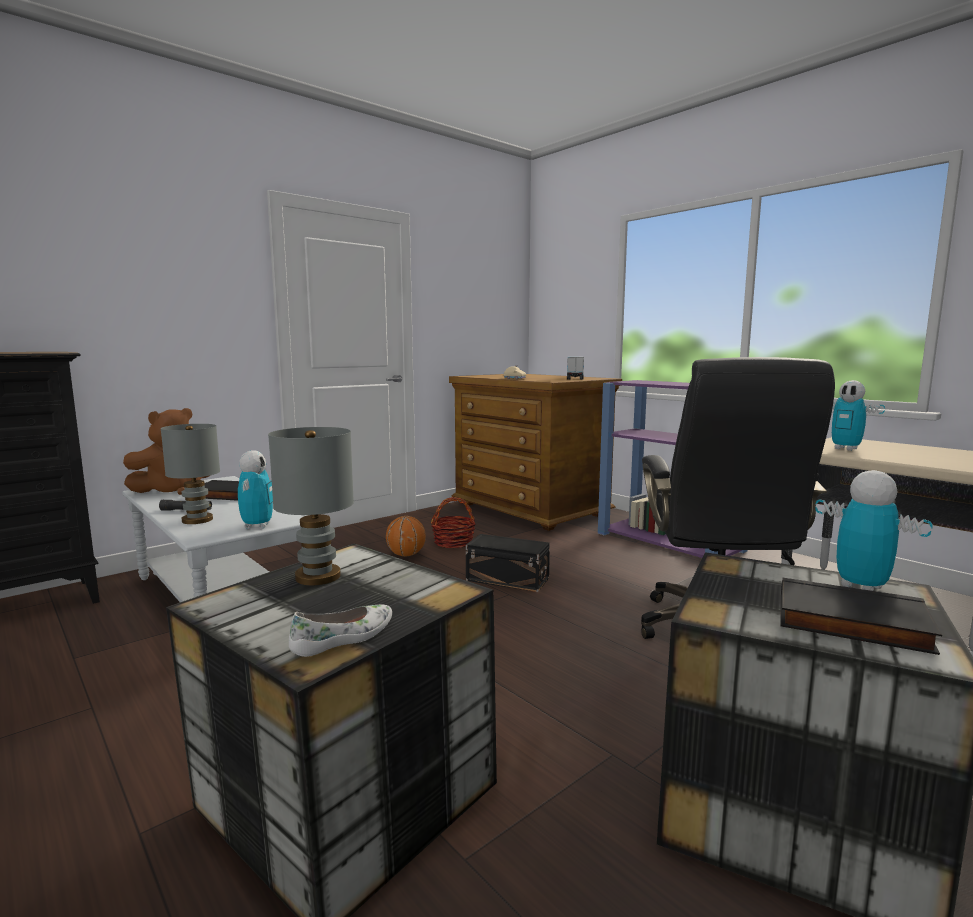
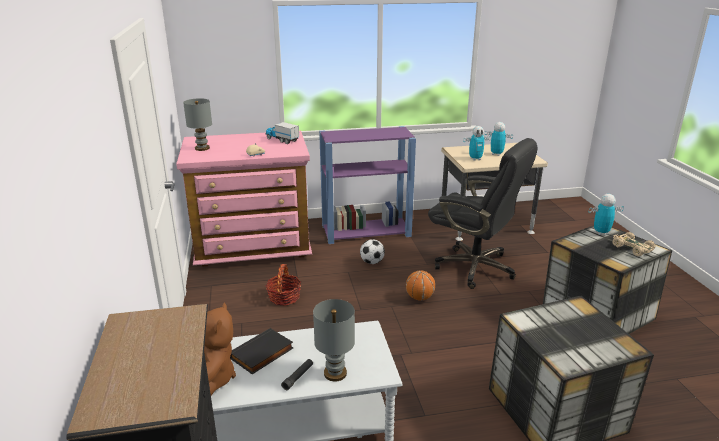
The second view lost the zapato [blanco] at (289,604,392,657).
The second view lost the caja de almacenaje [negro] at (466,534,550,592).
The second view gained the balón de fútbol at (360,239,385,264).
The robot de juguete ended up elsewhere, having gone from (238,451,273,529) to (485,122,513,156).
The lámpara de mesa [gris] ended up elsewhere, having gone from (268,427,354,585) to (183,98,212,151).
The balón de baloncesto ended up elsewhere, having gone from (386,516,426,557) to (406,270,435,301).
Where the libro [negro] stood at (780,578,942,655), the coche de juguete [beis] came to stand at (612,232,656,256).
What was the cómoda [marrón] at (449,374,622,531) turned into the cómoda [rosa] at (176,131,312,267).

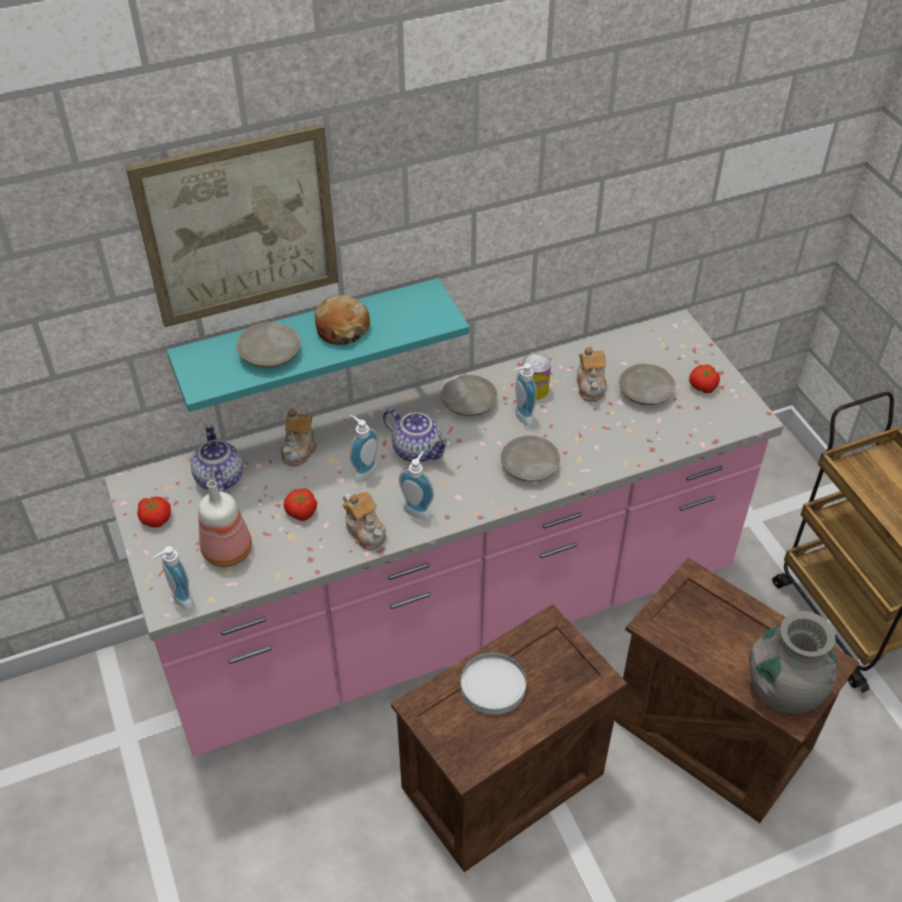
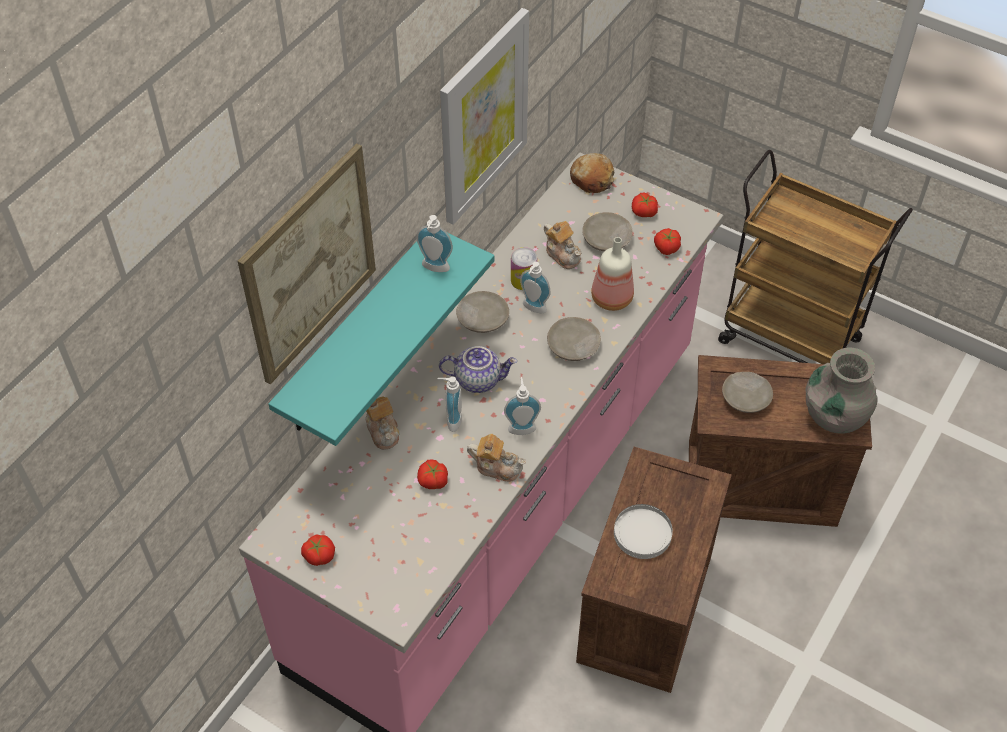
The second view lost the tetera at (191,424,243,492).
The second view gained the cuadro at (440,8,529,225).
The second view gained the tomate at (654,228,681,255).
The dispensador de jabón ended up elsewhere, having gone from (153,546,193,609) to (416,215,453,272).
The botella ended up elsewhere, having gone from (198,480,252,567) to (591,237,634,311).
The plato [beis] ended up elsewhere, having gone from (236,322,301,368) to (722,372,773,413).
The pan ended up elsewhere, having gone from (315,295,370,345) to (570,153,614,193).

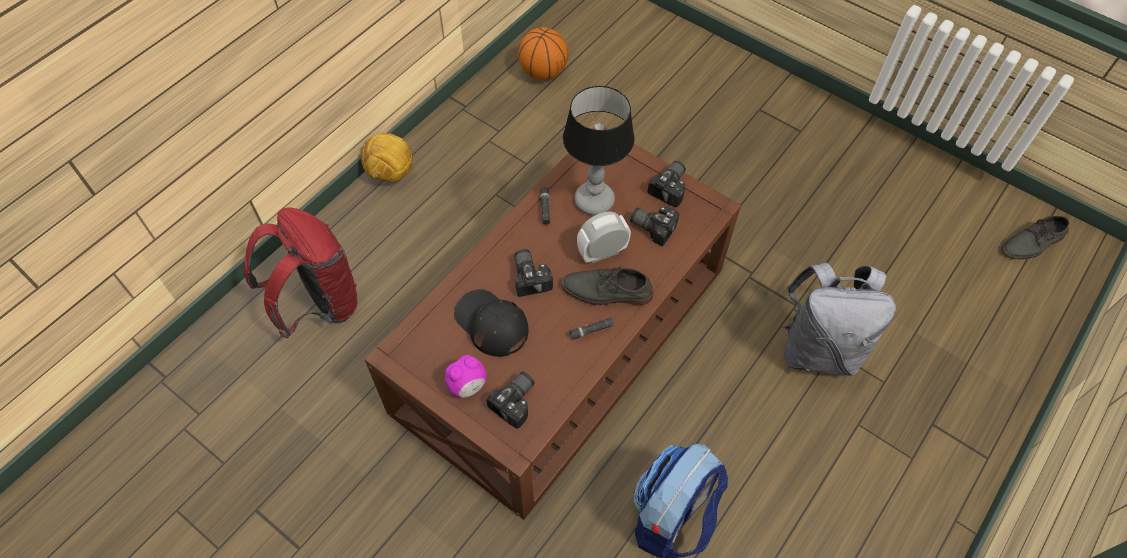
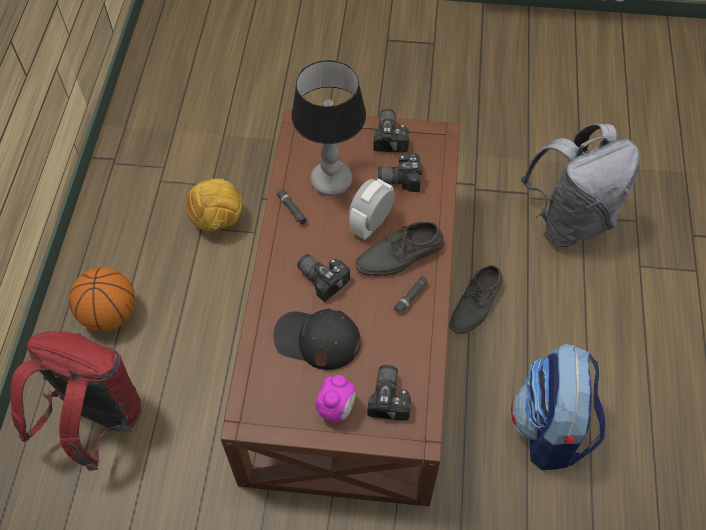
The balón de fútbol ended up elsewhere, having gone from (361,133,413,182) to (186,178,242,232).
The balón de baloncesto ended up elsewhere, having gone from (518,27,568,80) to (69,268,135,331).
The zapato [gris] ended up elsewhere, having gone from (1001,216,1070,260) to (449,265,503,334).

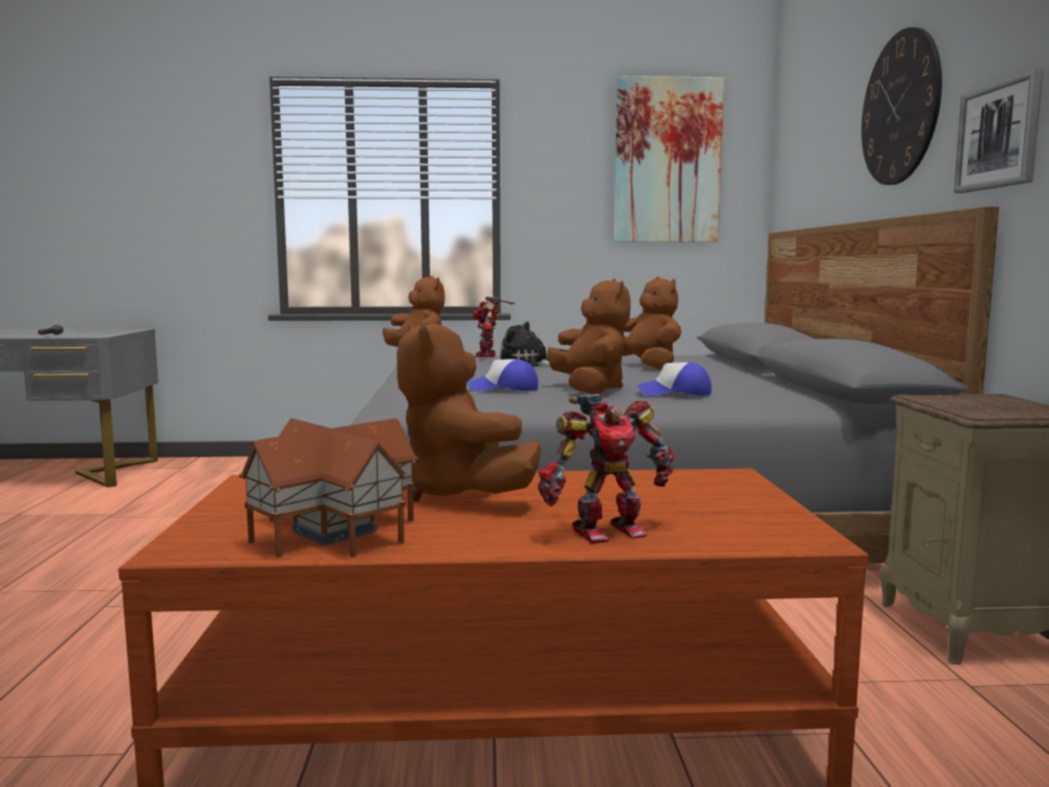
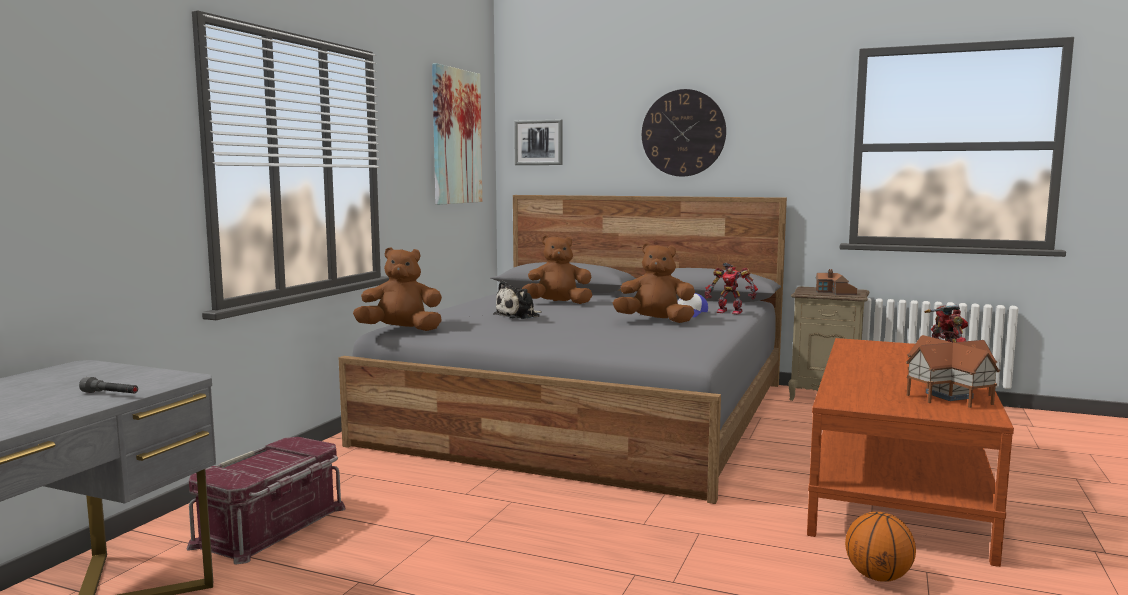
The second view lost the peluche [marrón] at (397,323,541,502).
The second view lost the gorra at (468,359,538,391).
The second view gained the caja de almacenaje [rojo] at (186,437,345,564).
The second view gained the casita at (816,269,857,295).
The second view gained the balón de baloncesto at (845,512,916,582).
The robot de juguete ended up elsewhere, having gone from (473,296,515,357) to (705,263,758,314).
The cuadro ended up elsewhere, having gone from (954,68,1043,193) to (514,119,562,165).

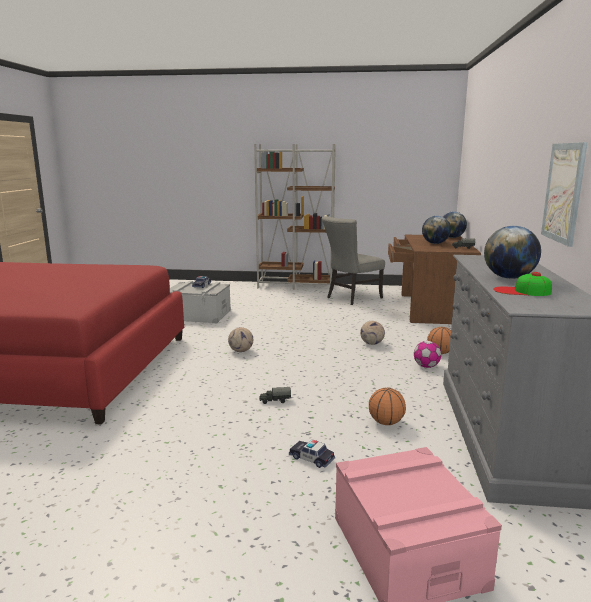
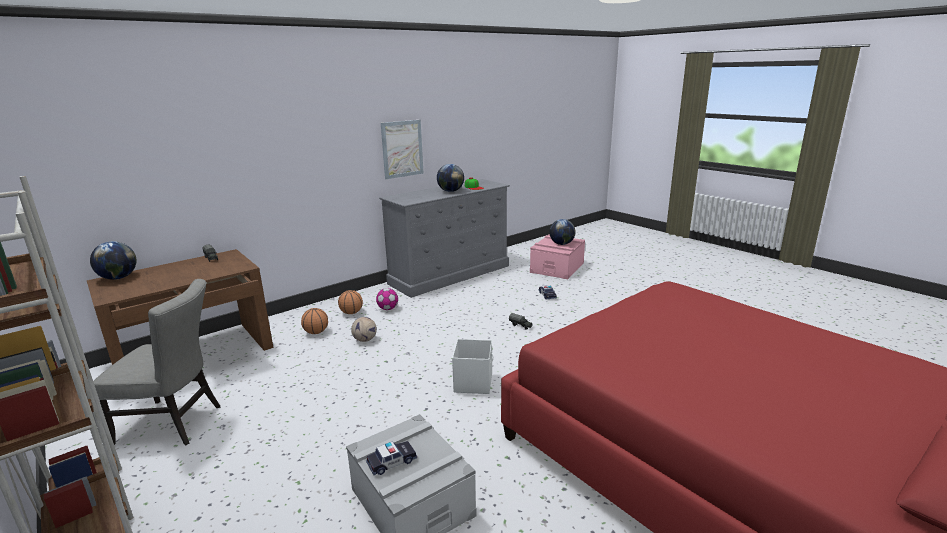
The balón de baloncesto ended up elsewhere, having gone from (369,388,406,425) to (301,308,328,334).
The globo terráqueo ended up elsewhere, having gone from (422,216,451,244) to (549,219,576,245).
Where the balón de fútbol stood at (228,327,253,352), the caja de almacenaje [blanco] came to stand at (452,339,493,394).

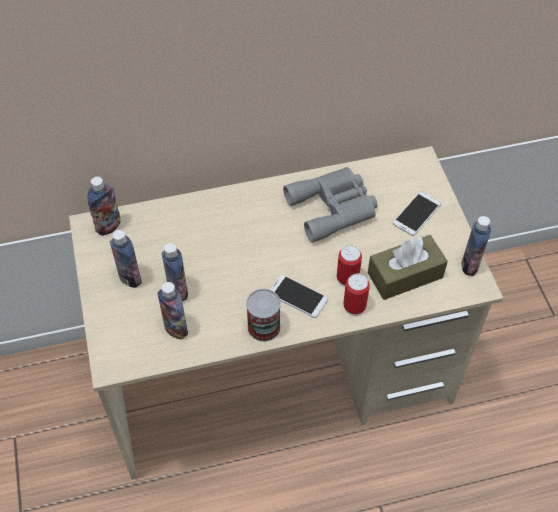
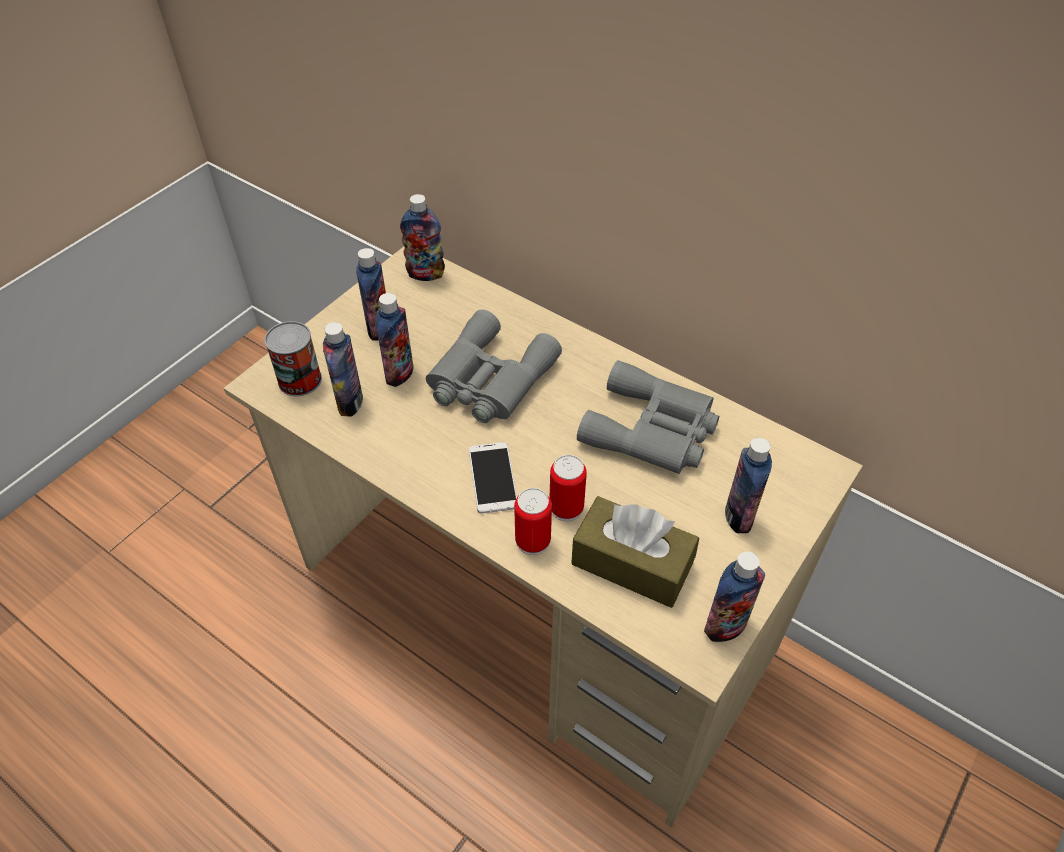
The second view gained the prismáticos [gris] at (426,309,562,423).
The lata ended up elsewhere, having gone from (246,289,281,342) to (265,321,322,396).
Where the móvil stood at (393,191,441,236), the botella came to stand at (725,438,772,534).

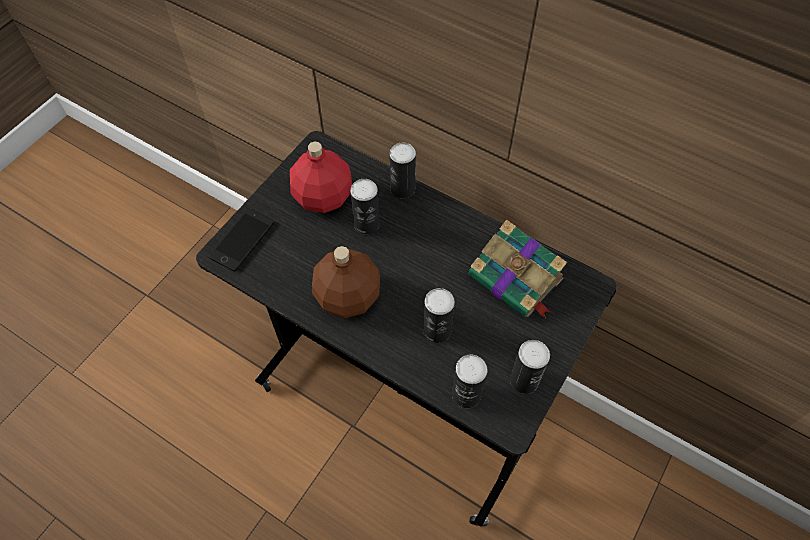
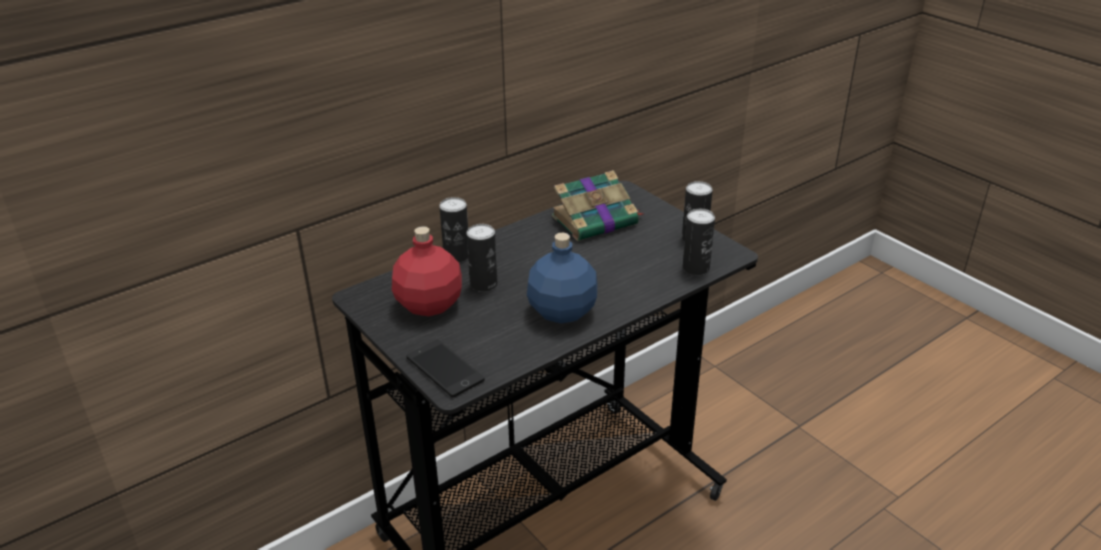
The second view lost the lata at (423,288,455,343).
What was the botella [marrón] at (312,246,380,318) turned into the botella [azul] at (527,232,597,323).

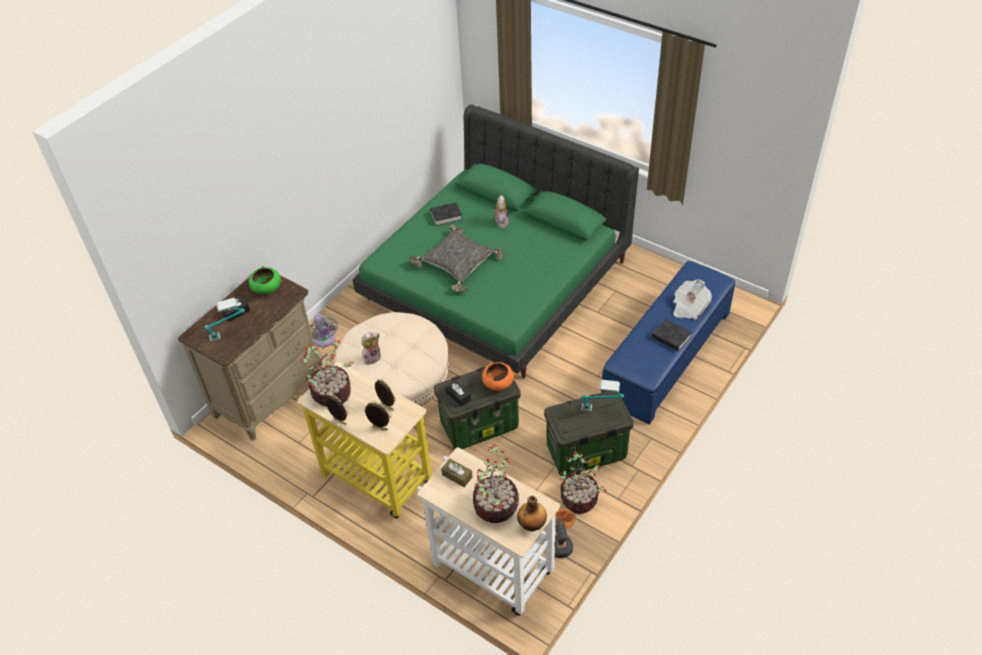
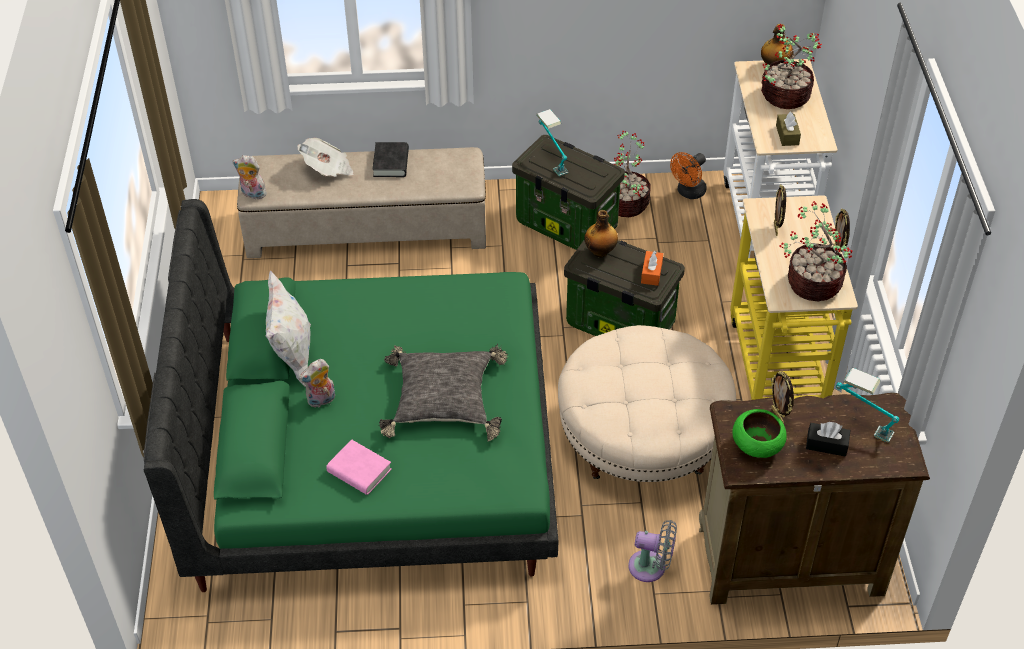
The second view gained the cojín [blanco] at (266,270,311,387).
The peluche ended up elsewhere, having gone from (361,332,381,364) to (232,155,270,199).
The portarretratos ended up elsewhere, having gone from (364,401,391,431) to (771,371,794,424).
Where the cuenco [naranja] stood at (482,362,514,391), the botella came to stand at (584,210,618,258).
What was the libro [negro] at (430,202,462,226) turned into the libro [rosa] at (326,439,392,495).
What was the caja de pañuelos [negro] at (446,380,471,407) turned into the caja de pañuelos [naranja] at (641,251,663,286).
What was the banco [azul] at (601,261,735,424) turned into the banco [beis] at (237,147,486,258).
The ventilador [gris] at (310,314,338,347) ended up facing another way, 75 degrees clockwise from before.

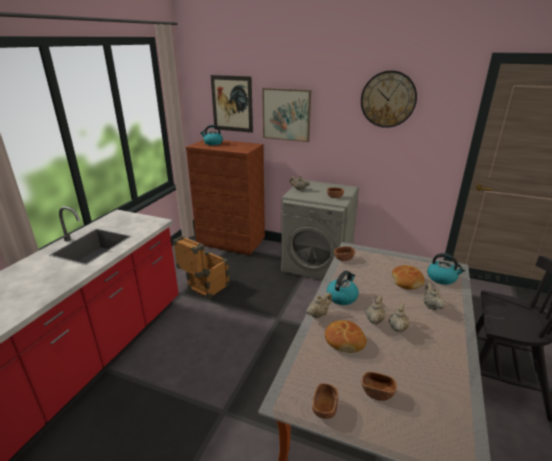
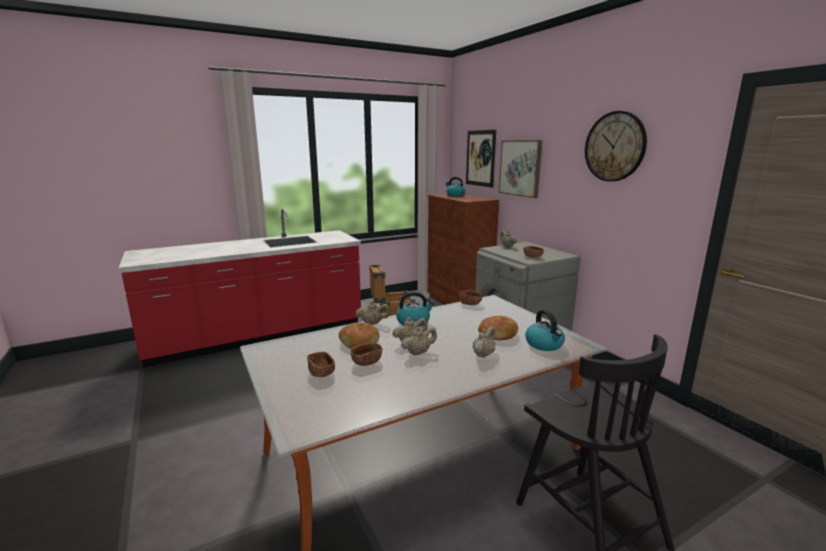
The cuenco [marrón] ended up elsewhere, having gone from (312,383,338,419) to (350,343,382,366).

